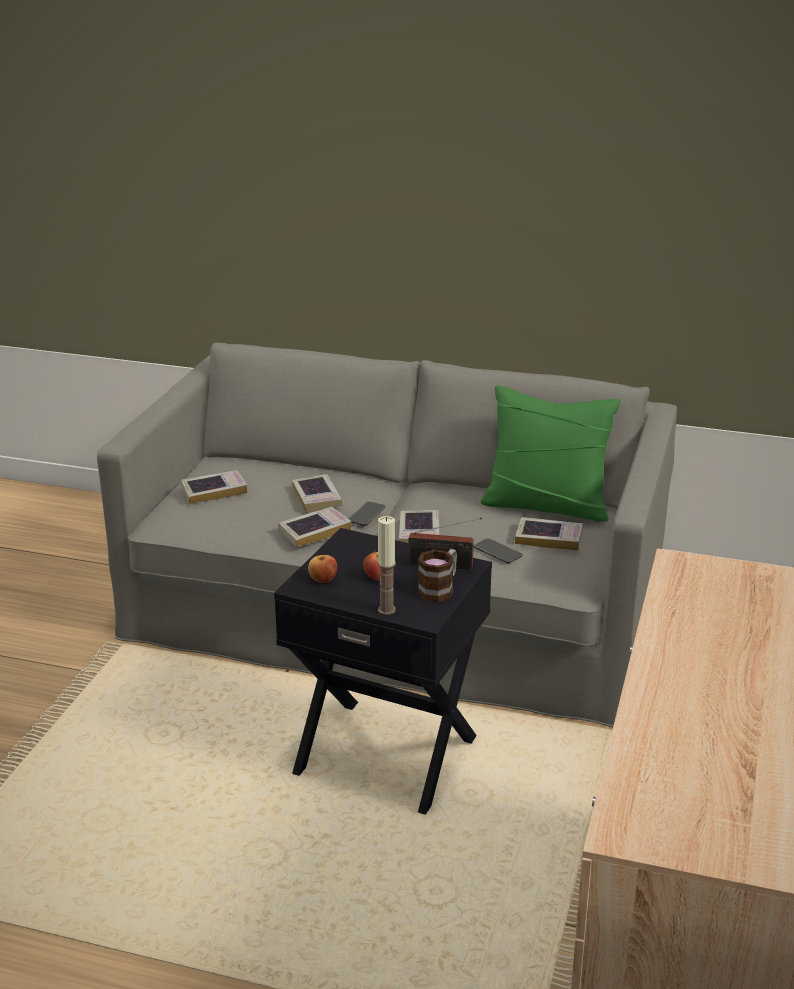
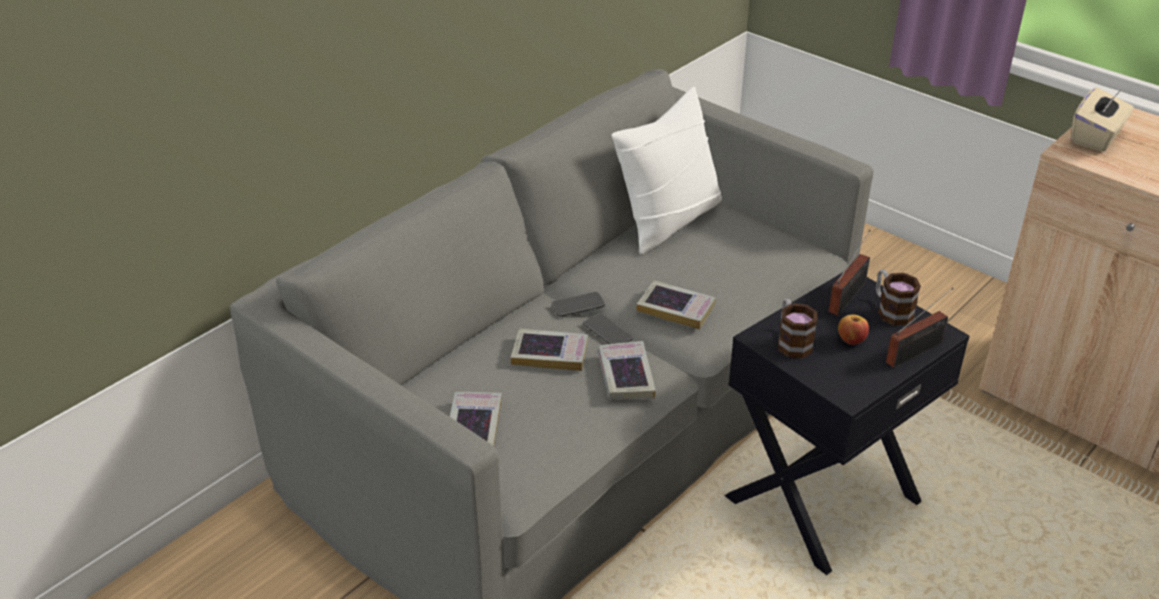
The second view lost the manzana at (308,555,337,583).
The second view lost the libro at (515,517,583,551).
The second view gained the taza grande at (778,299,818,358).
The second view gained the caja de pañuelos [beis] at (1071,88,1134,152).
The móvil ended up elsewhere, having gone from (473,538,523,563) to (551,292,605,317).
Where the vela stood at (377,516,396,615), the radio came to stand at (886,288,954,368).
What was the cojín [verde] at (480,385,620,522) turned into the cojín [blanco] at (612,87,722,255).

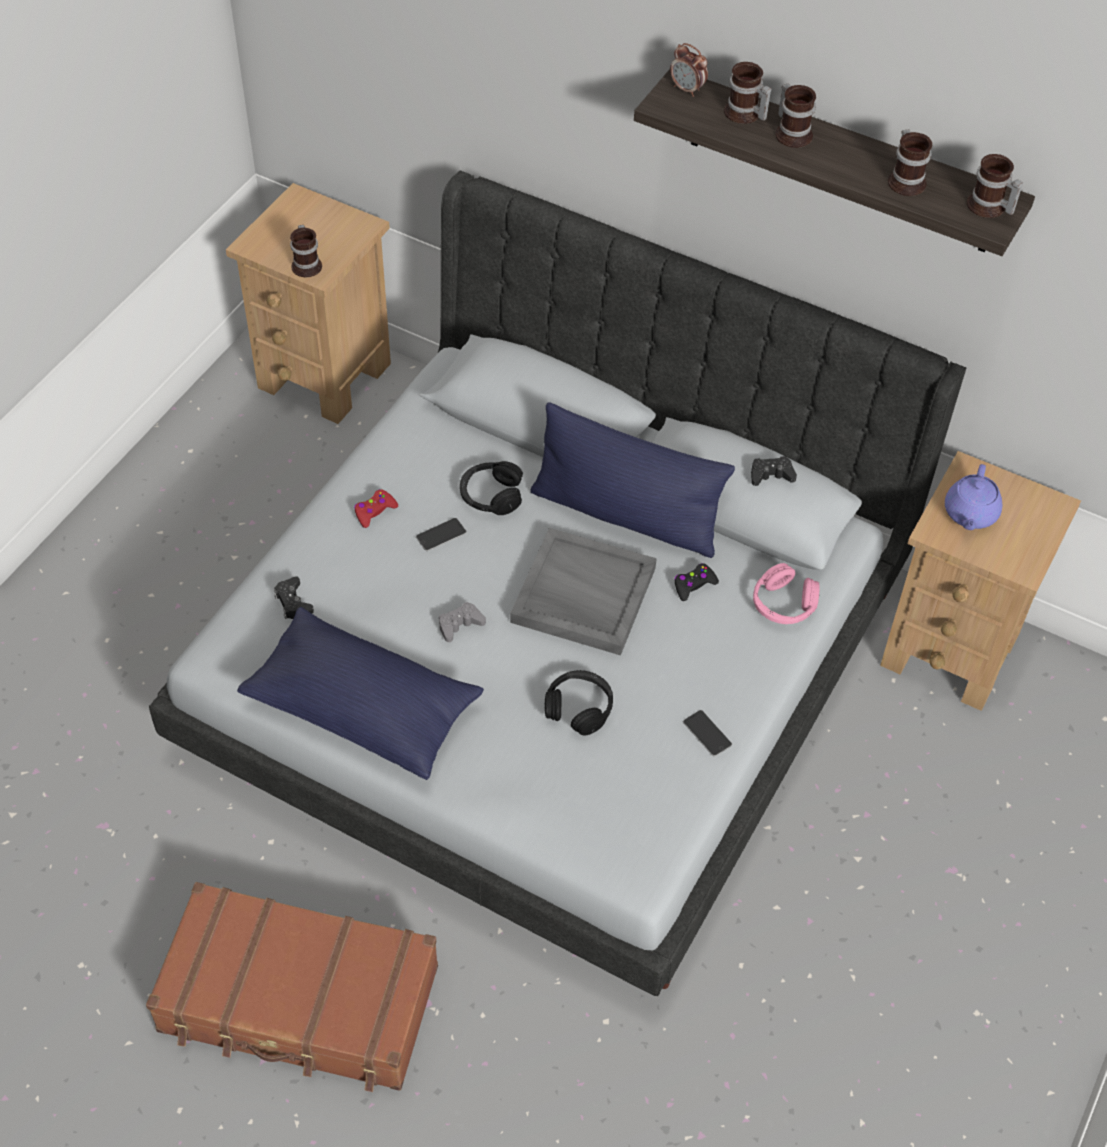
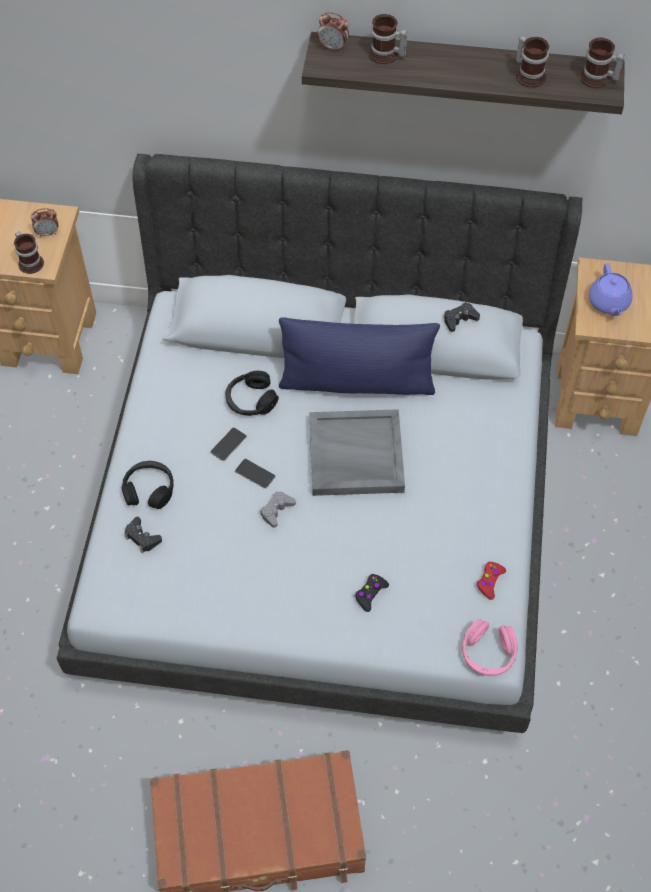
The second view lost the cojín [azul] at (237,607,484,780).
The second view lost the taza grande at (775,84,816,148).
The second view gained the despertador at (31,208,58,238).
The mando de consola [rojo] ended up elsewhere, having gone from (354,489,398,528) to (477,562,506,600).
The auriculares [negro] ended up elsewhere, having gone from (545,670,613,736) to (122,461,174,509).
The mando de consola [negro] ended up elsewhere, having gone from (674,563,719,601) to (355,574,389,612).
The móvil ended up elsewhere, having gone from (683,710,732,757) to (235,459,276,489).
The auriculares [rosa] ended up elsewhere, having gone from (753,563,820,624) to (462,619,518,676).

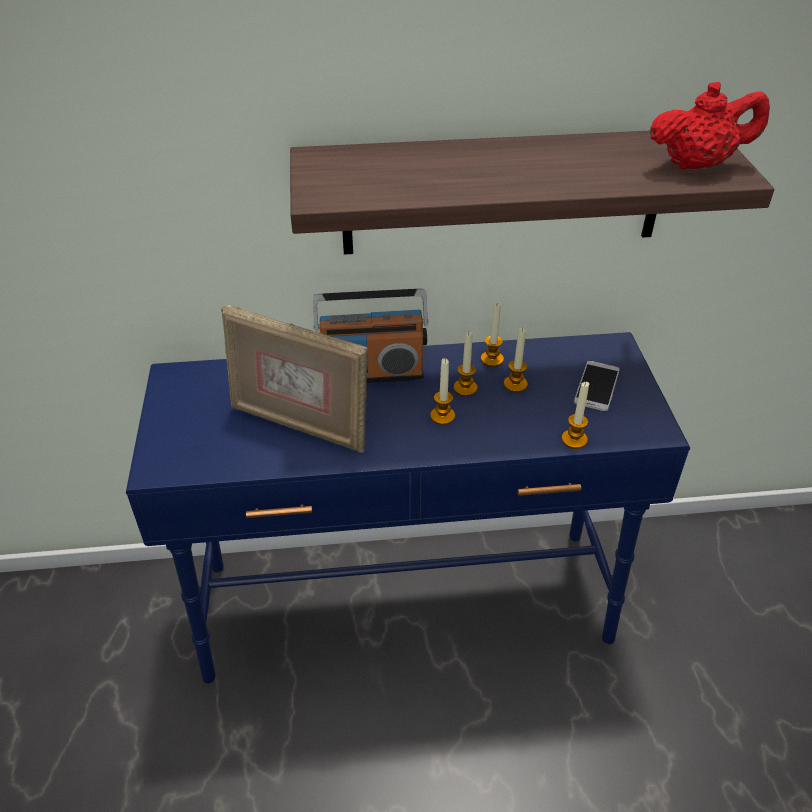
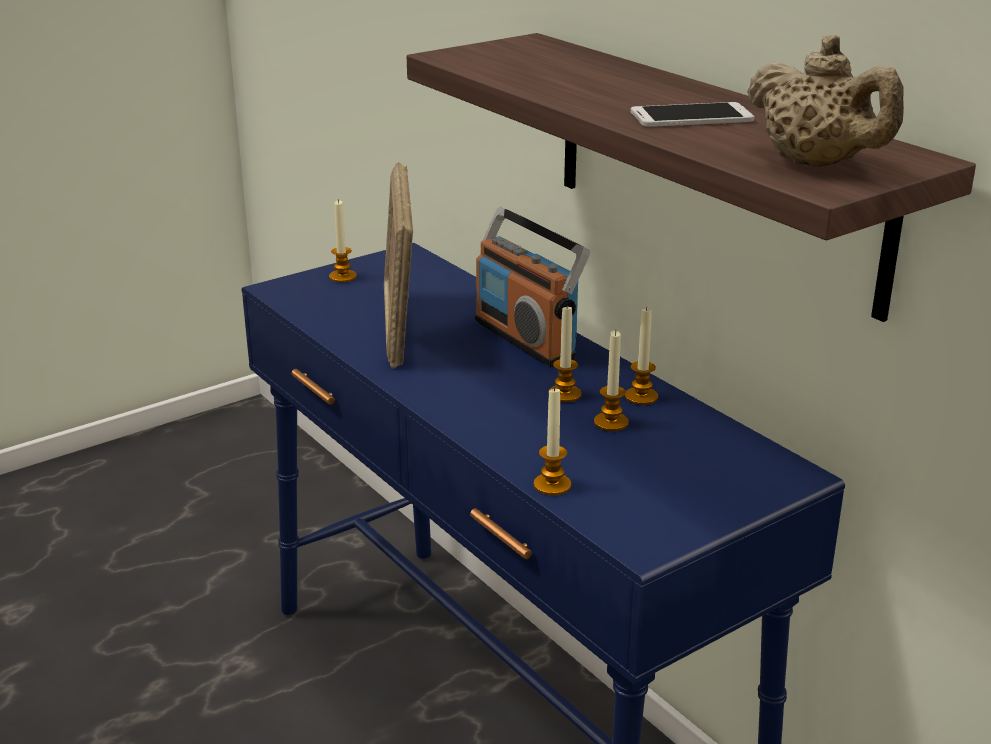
The vela ended up elsewhere, having gone from (430,358,455,425) to (329,199,357,283).
The móvil ended up elsewhere, having gone from (574,361,620,411) to (631,102,754,127).
What was the tetera [rojo] at (649,82,770,170) turned into the tetera [beis] at (747,35,904,167).

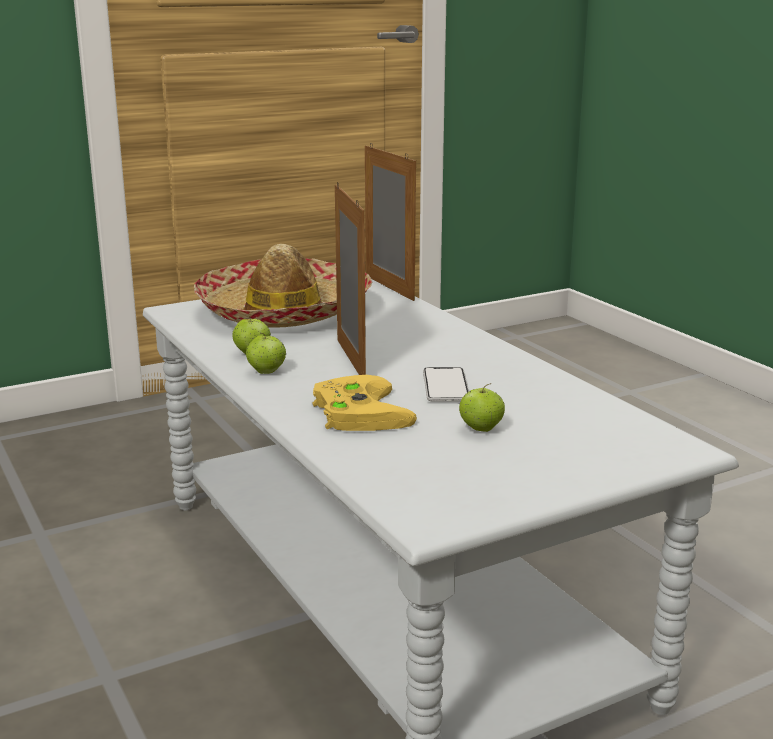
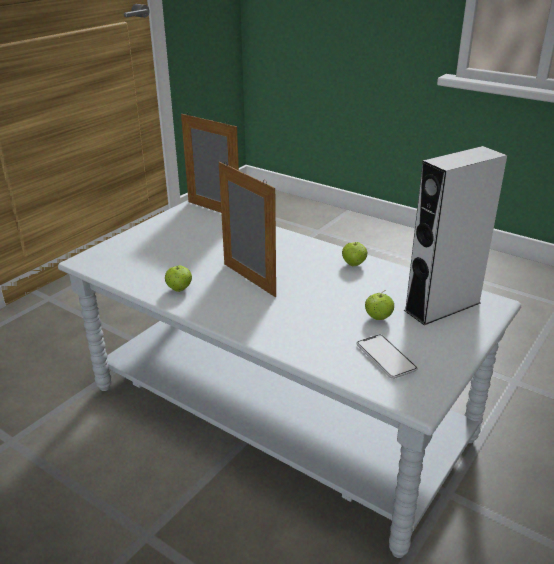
The second view lost the sombrero at (194,244,372,328).
The second view lost the mando de consola [amarillo] at (312,375,417,431).
The second view gained the altavoz [gris] at (404,146,507,325).
The manzana ended up elsewhere, having gone from (246,333,286,374) to (342,242,367,266).
The móvil ended up elsewhere, having gone from (423,367,469,402) to (356,335,417,379).

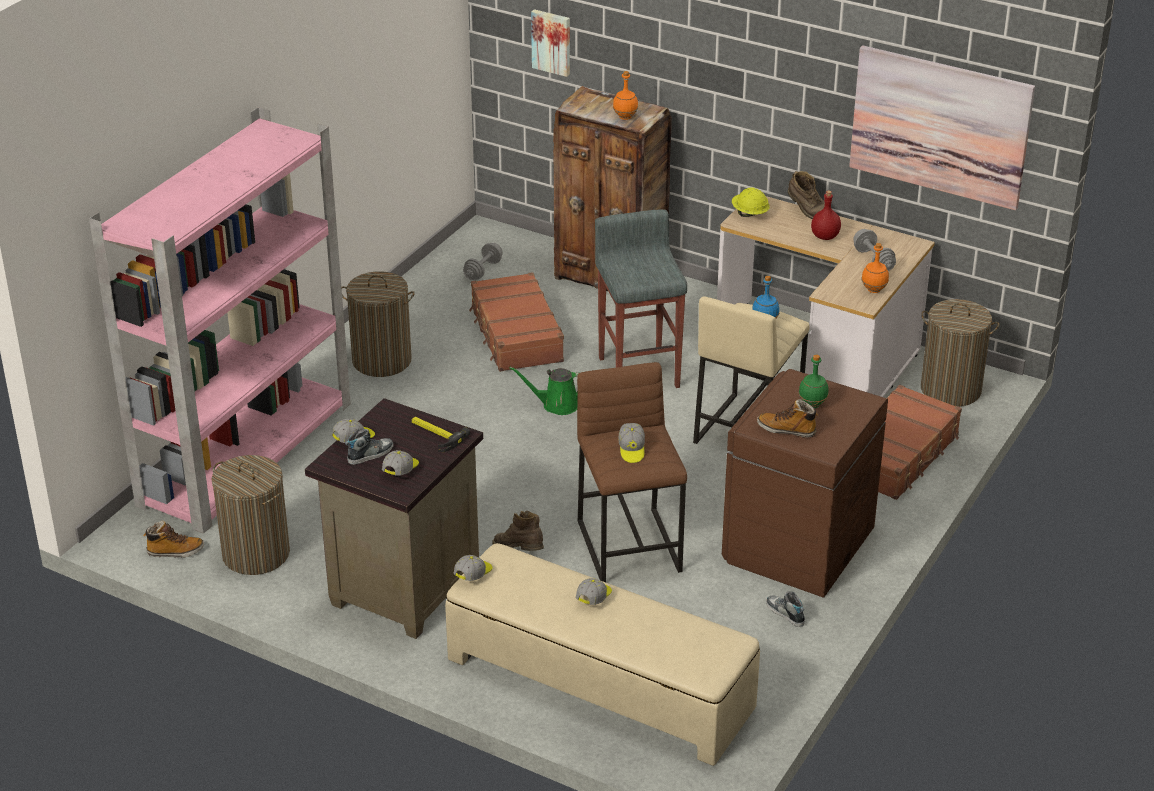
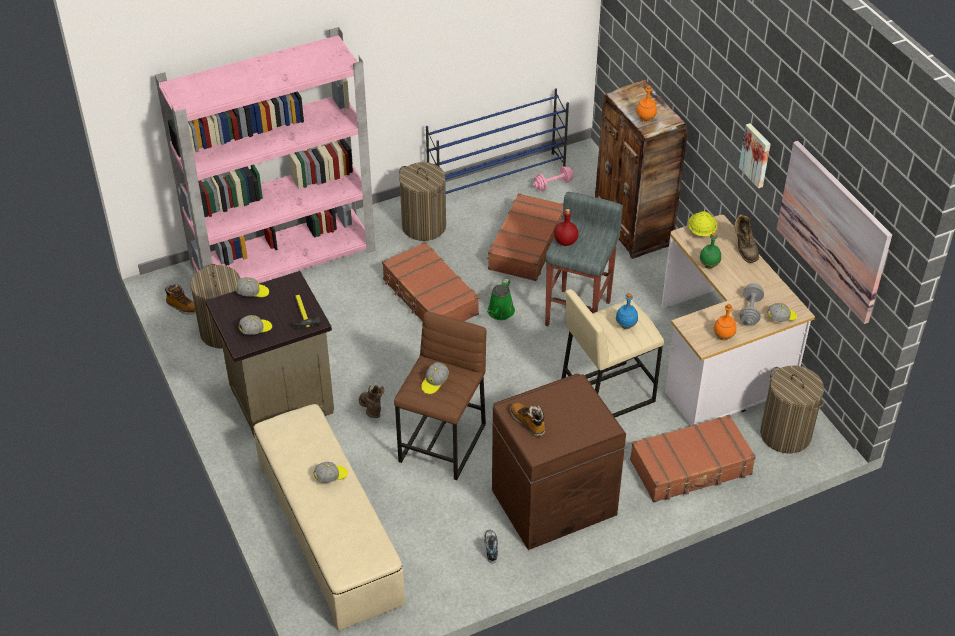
The second view lost the zapato at (345,429,393,465).
The second view gained the maleta [marrón] at (382,242,479,321).
The second view gained the zapatero [azul] at (426,89,569,194).
The gorra ended up elsewhere, having gone from (454,555,493,581) to (767,303,797,322).
The cuadro ended up elsewhere, having gone from (531,9,570,77) to (739,123,771,188).
The botella [verde] ended up elsewhere, having gone from (799,354,829,408) to (700,233,721,269).
The botella [rojo] ended up elsewhere, having gone from (811,191,841,240) to (554,209,579,246).
What was the mancuerna [gris] at (463,243,503,280) turned into the mancuerna [rosa] at (533,167,574,191).
The regadera [verde] at (510,367,580,415) ended up facing another way, 105 degrees counterclockwise from before.

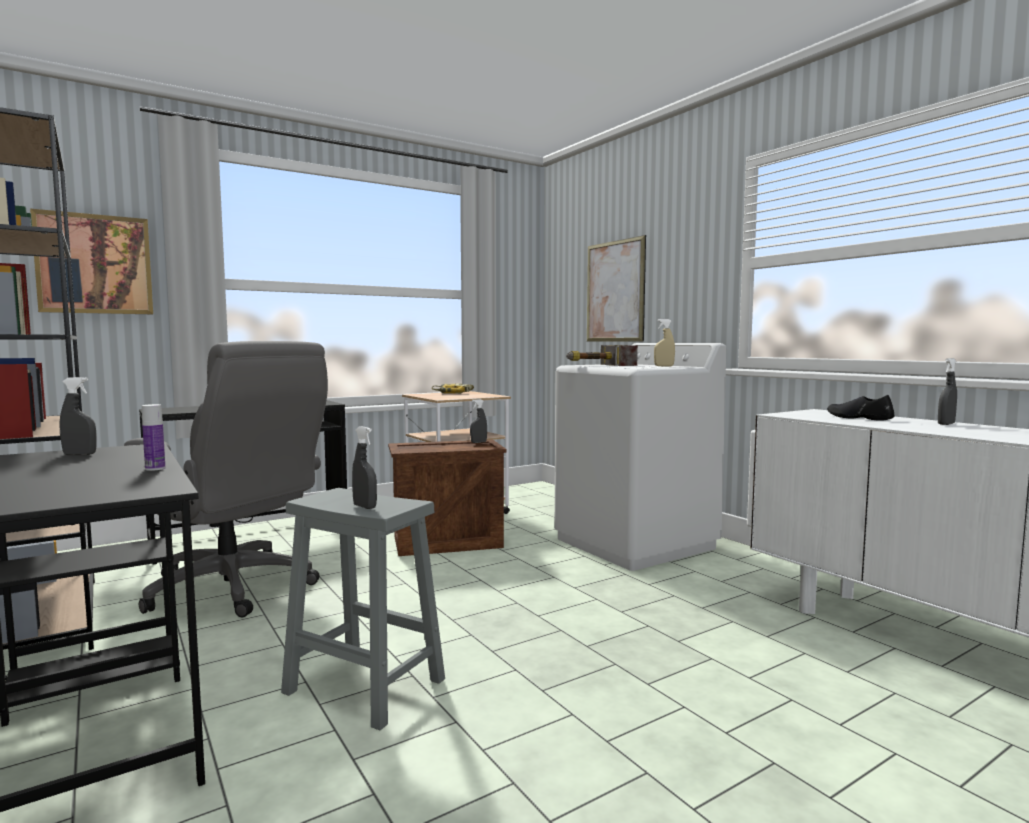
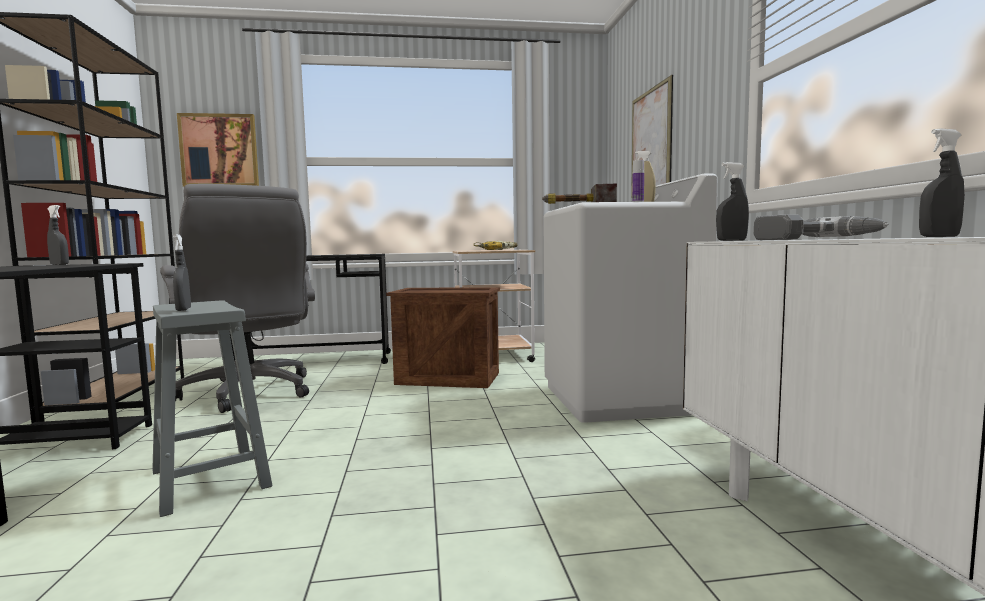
The botella ended up elsewhere, having gone from (142,404,165,471) to (632,160,644,202).
The pulverizador [gris] ended up elsewhere, having gone from (470,399,487,443) to (716,162,749,241).
Where the zapato [negro] stood at (827,395,895,421), the taladro came to stand at (754,214,888,240).

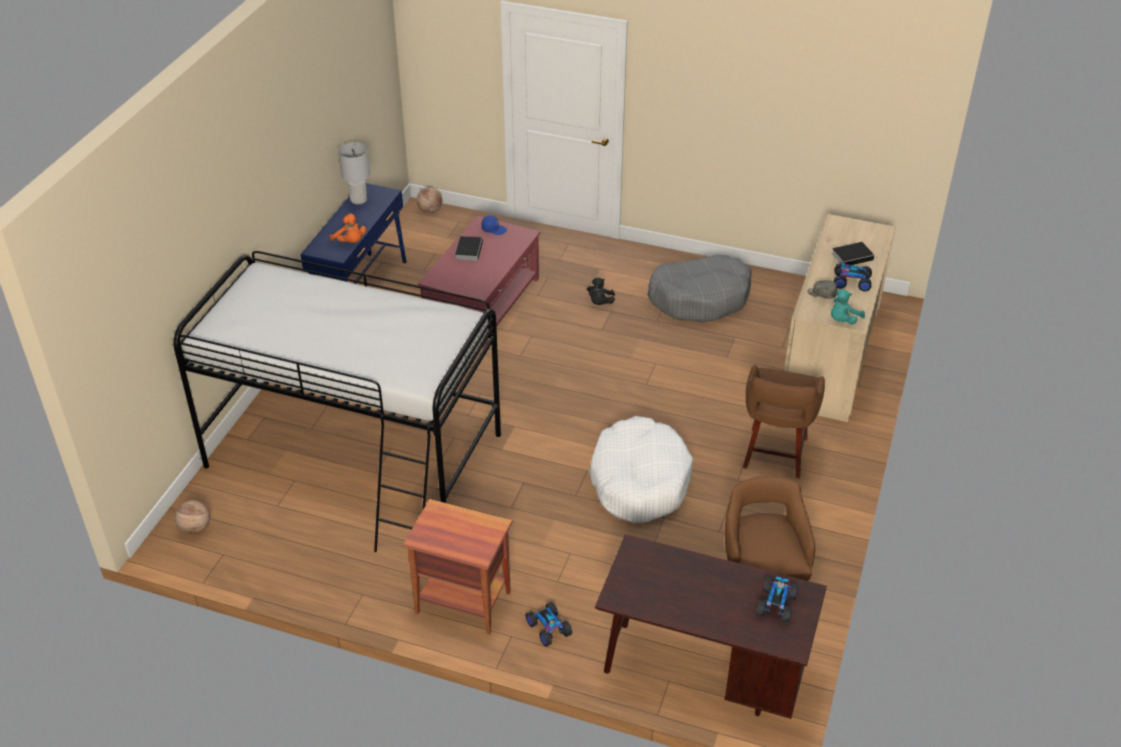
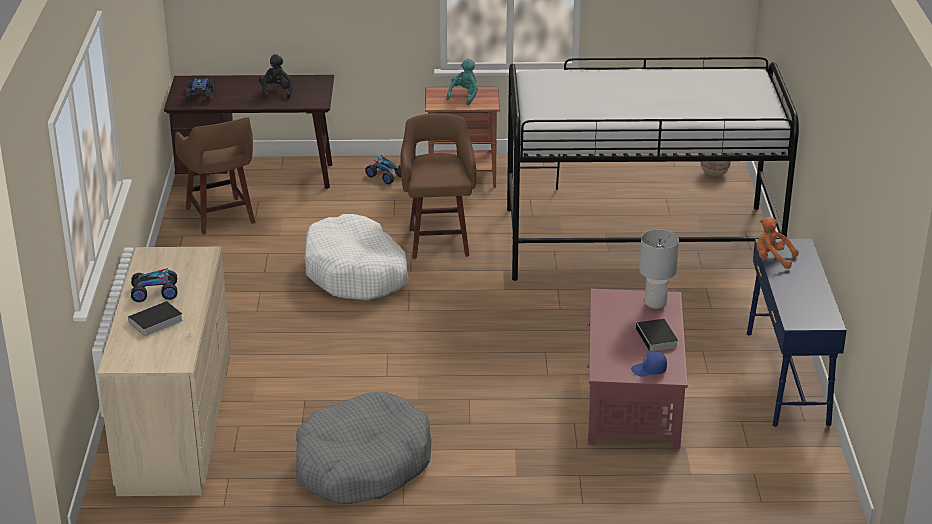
The second view lost the balón de baloncesto at (416,187,442,213).
The second view lost the gorra [gris] at (807,280,837,299).
The lámpara de mesa [gris] ended up elsewhere, having gone from (338,142,370,205) to (639,229,679,309).
The peluche [negro] ended up elsewhere, having gone from (587,278,615,305) to (259,54,293,99).
The taburete [marrón] ended up elsewhere, having gone from (743,364,825,479) to (400,113,476,259).
The peluche [turquesa] ended up elsewhere, having gone from (831,289,865,324) to (446,59,478,105).

